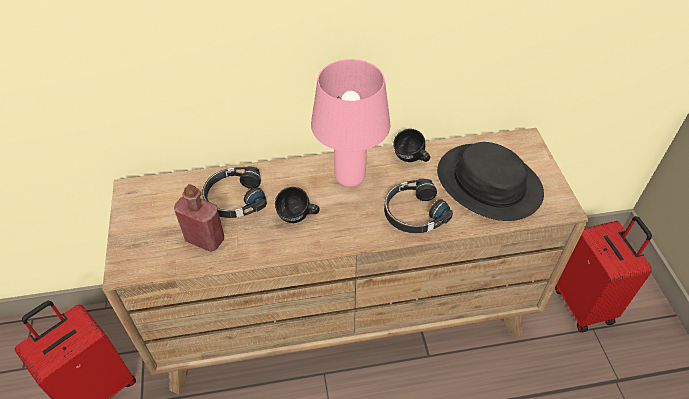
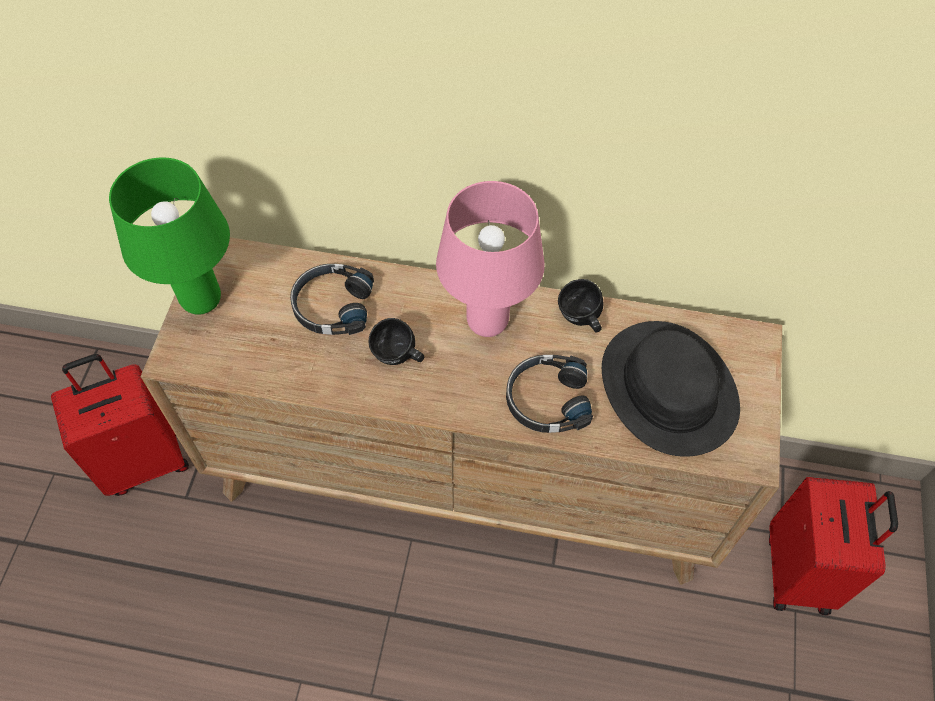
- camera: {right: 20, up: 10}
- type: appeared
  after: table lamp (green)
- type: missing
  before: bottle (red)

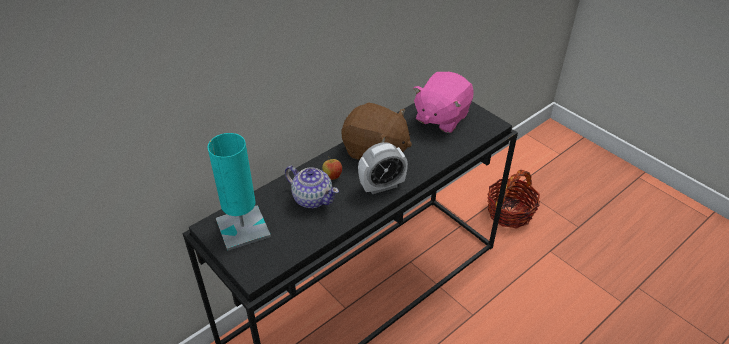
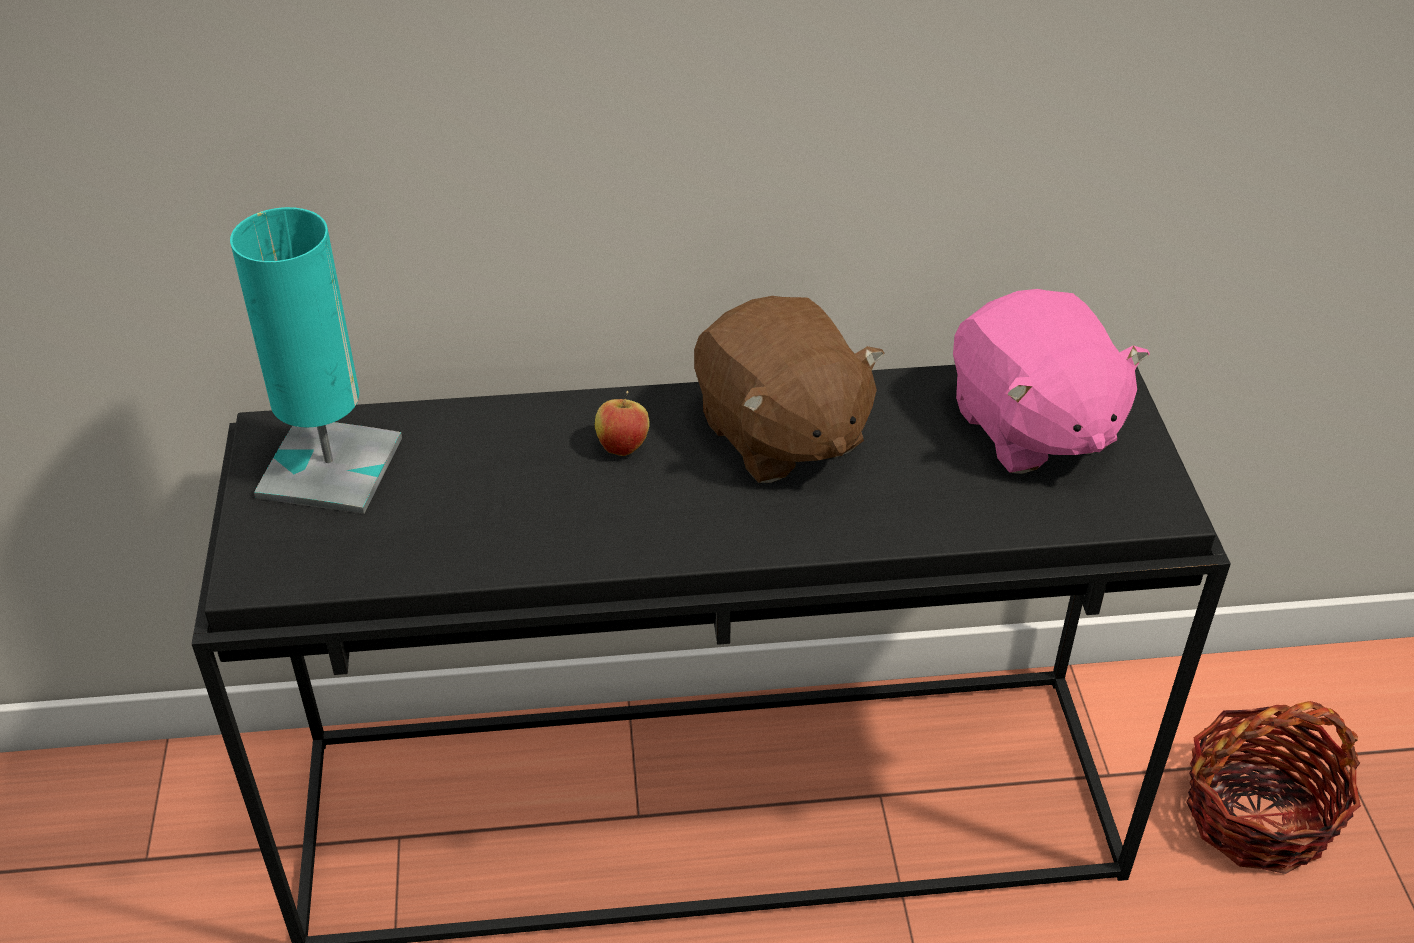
- camera: {right: 35, up: 0}
- type: spun
  before: plush toy (pink)
  turn: -90
- type: missing
  before: teapot
- type: missing
  before: alarm clock

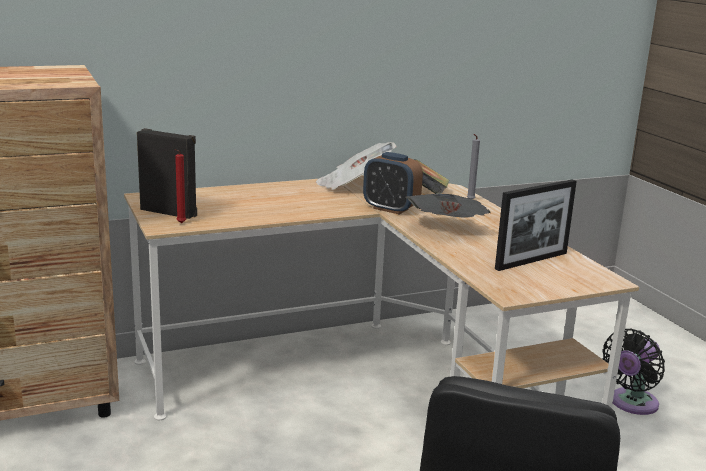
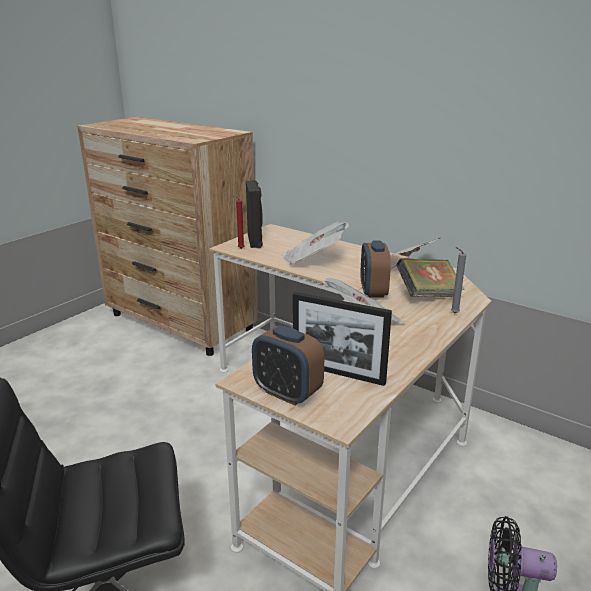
- camera: {right: 60, up: 5}
- type: appeared
  after: alarm clock (no. 1 from left)
- type: appeared
  after: newspaper (no. 1 from left)

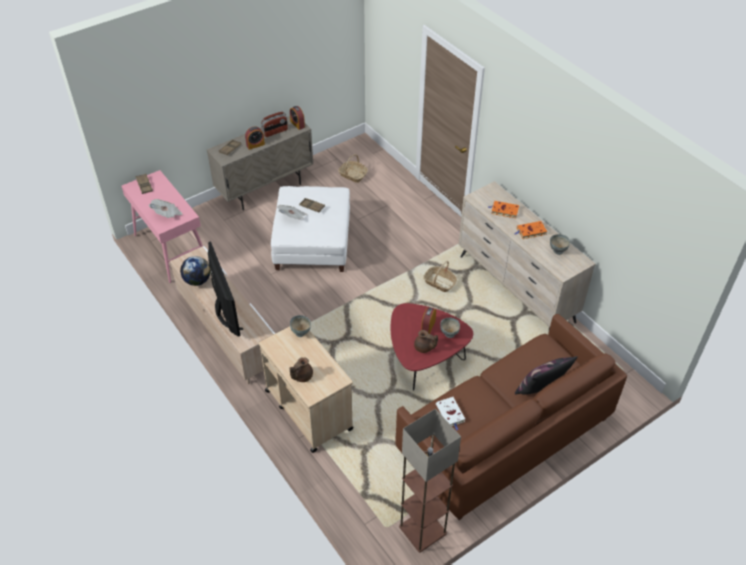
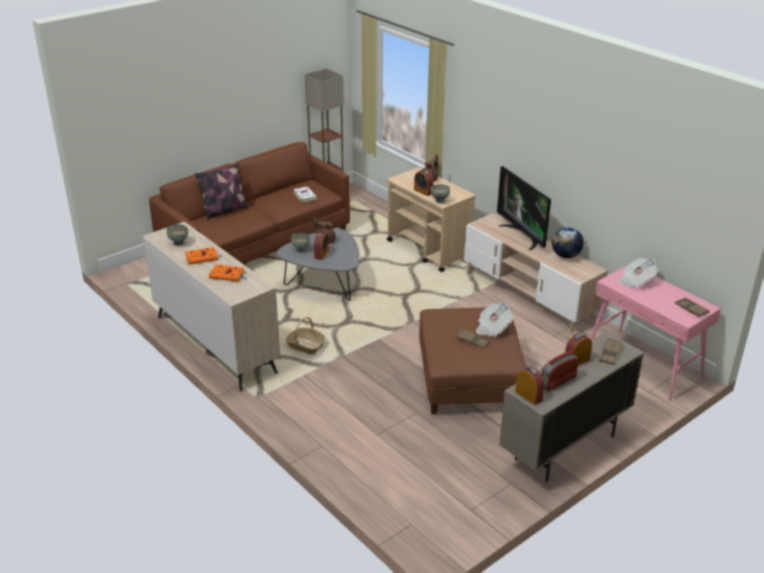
- camera: {right: 175, up: -15}
- type: colour
  before: coffee table (red)
  after: coffee table (grey)
- type: appeared
  after: alarm clock (no. 2 from left)
- type: colour
  before: ottoman (white)
  after: ottoman (brown)
- type: missing
  before: basket (no. 1 from left)

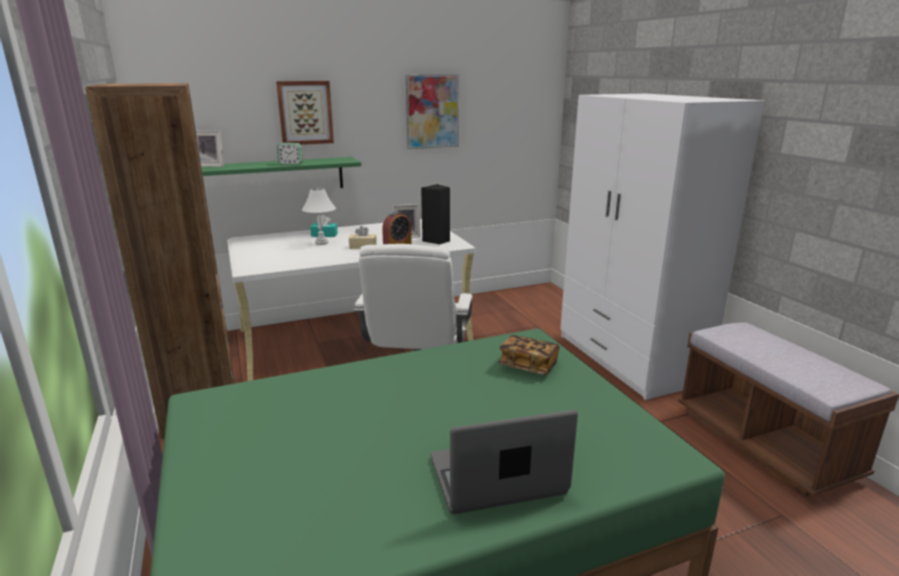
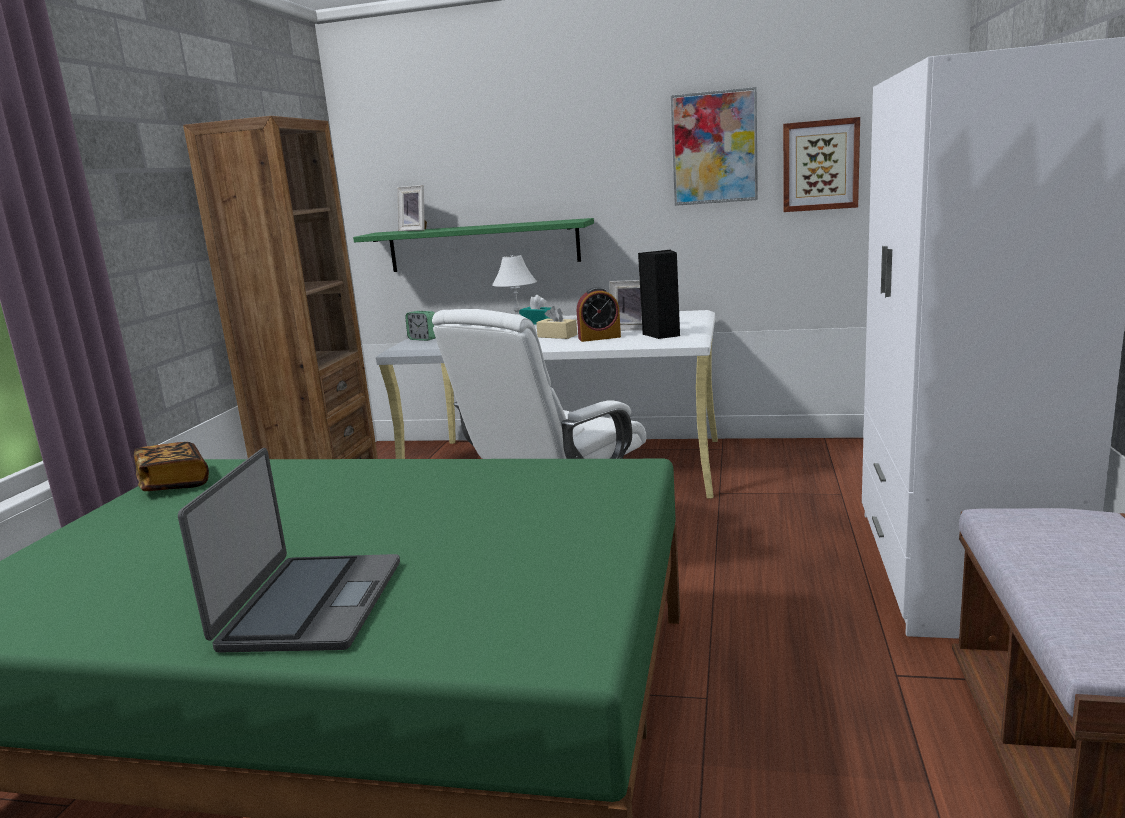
- camera: {right: 35, up: -5}
- type: relocated
  before: book
- type: spun
  before: laptop
  turn: 75
- type: relocated
  before: alarm clock (no. 1 from left)
- type: relocated
  before: picture (no. 1 from left in the first image)
  after: picture (no. 2 from left)

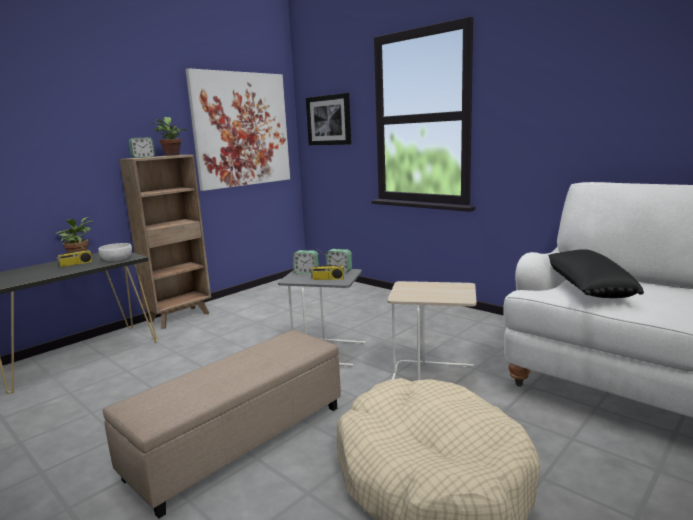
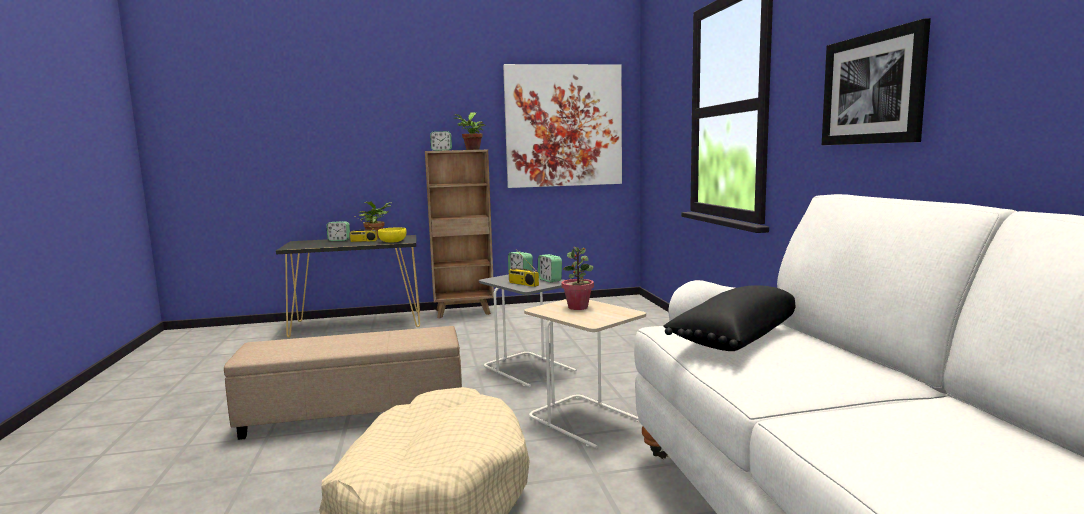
- camera: {right: 35, up: -5}
- type: appeared
  after: alarm clock (no. 1 from left)
- type: colour
  before: bowl (white)
  after: bowl (yellow)
- type: appeared
  after: potted plant (no. 3 from left)
- type: relocated
  before: picture (no. 2 from left)

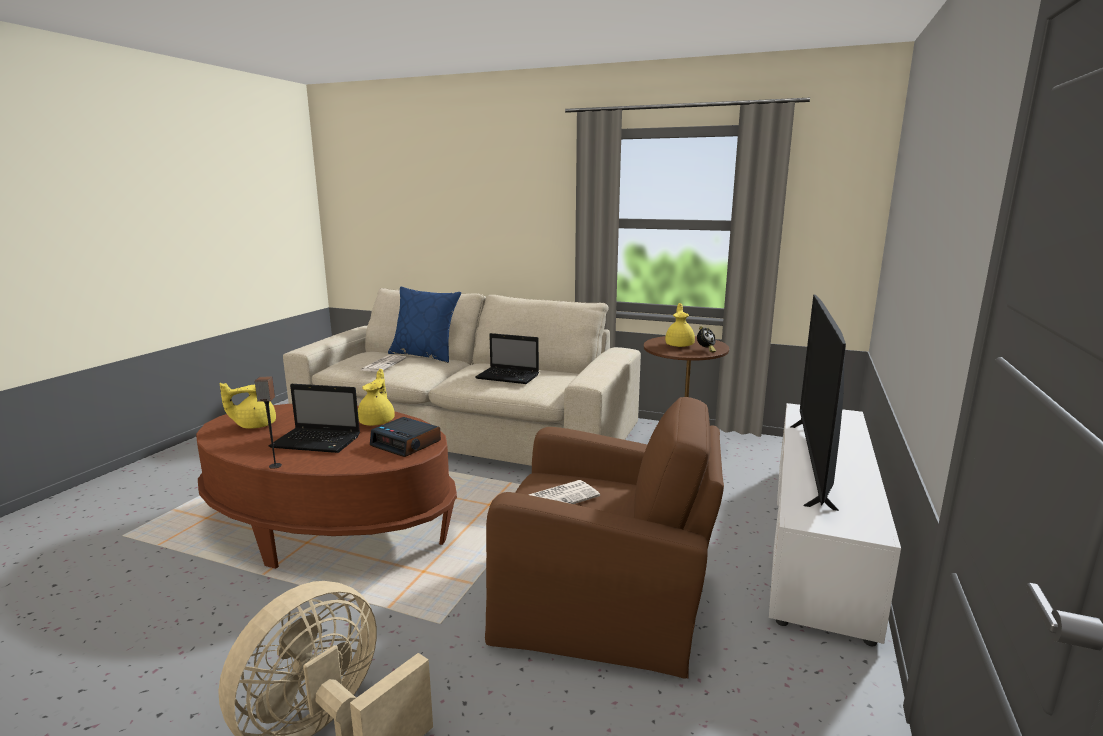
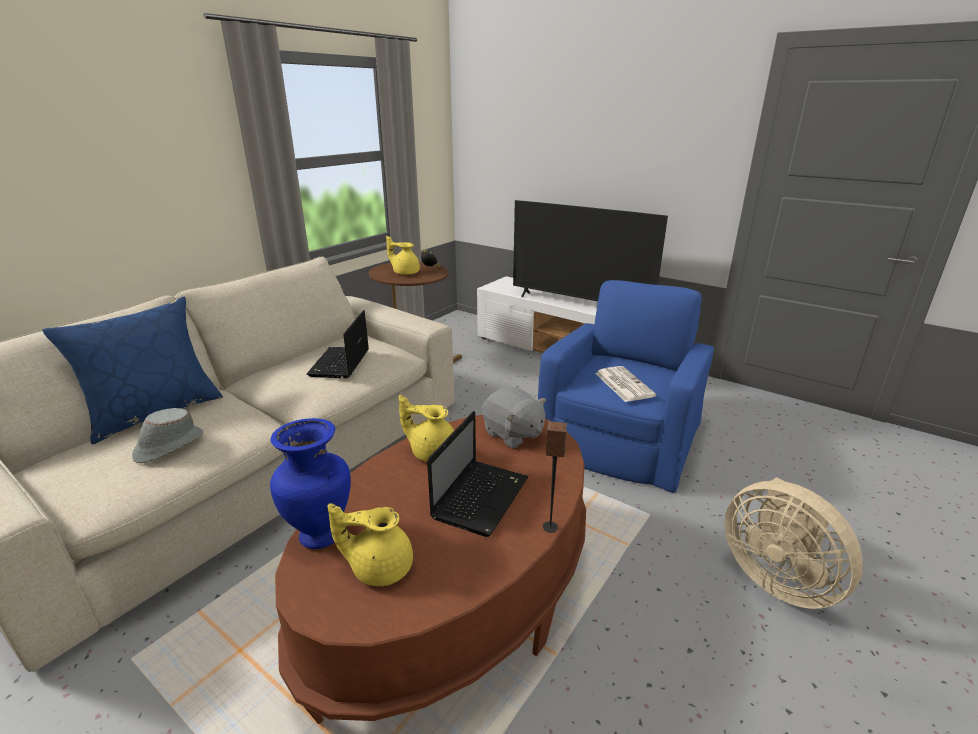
- camera: {right: -75, up: 10}
- type: exchanged
  before: newspaper (no. 1 from left)
  after: hat (grey)
- type: appeared
  after: vase (blue)
- type: spun
  before: laptop (no. 2 from left in the first image)
  turn: 150
- type: spun
  before: teapot (yellow) (no. 1 from left)
  turn: 105
- type: exchanged
  before: alarm clock (no. 1 from left)
  after: plush toy (grey)
- type: colour
  before: armchair (brown)
  after: armchair (blue)

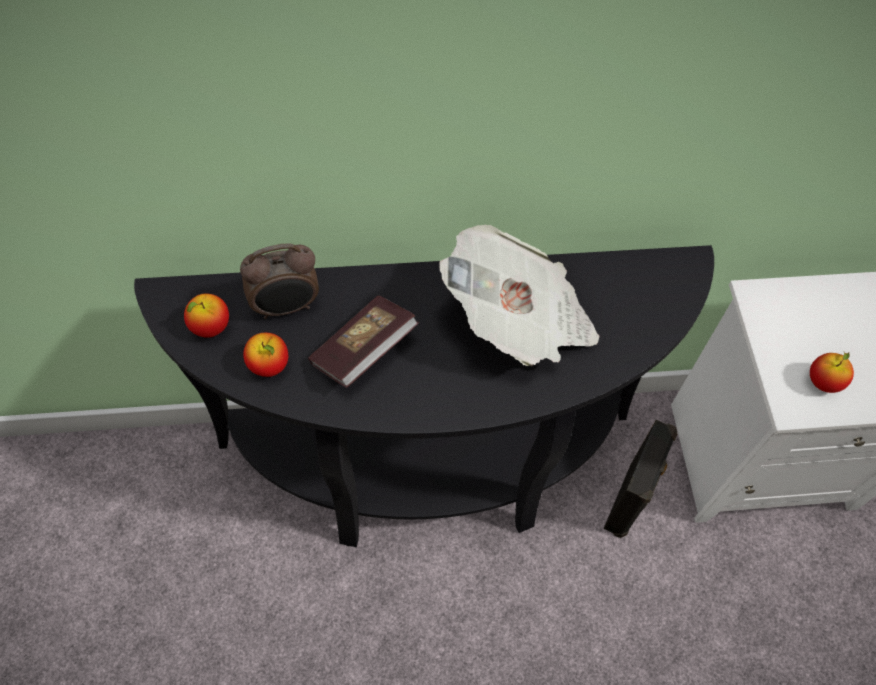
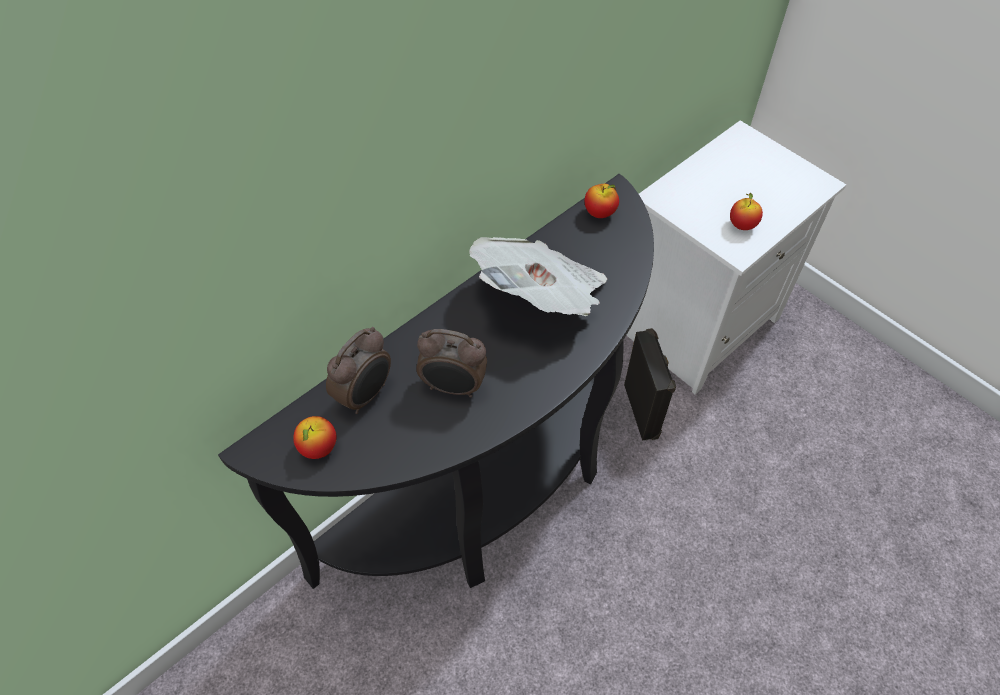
- camera: {right: -35, up: -5}
- type: exchanged
  before: book
  after: alarm clock (no. 2 from left)
- type: relocated
  before: apple (no. 2 from left)

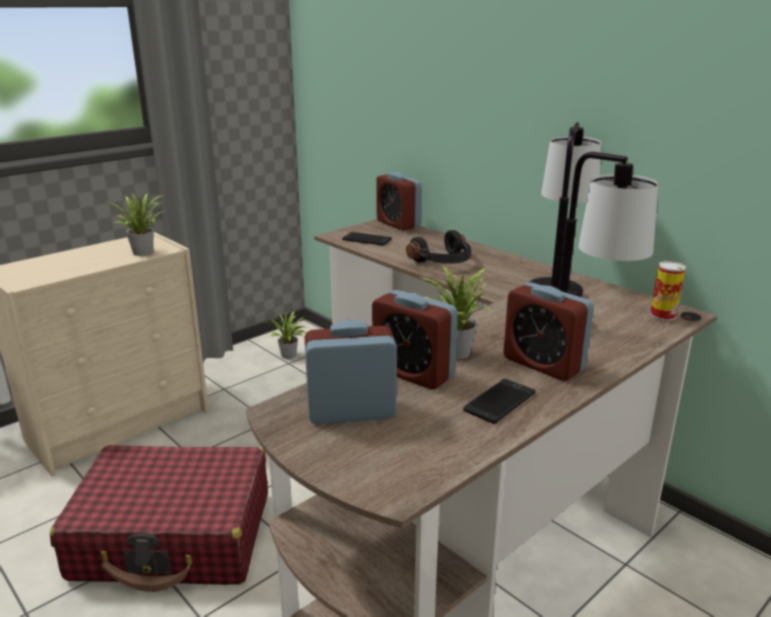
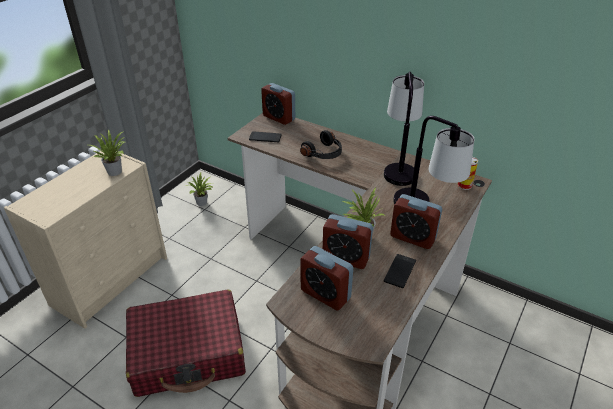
- camera: {right: -15, up: 15}
- type: spun
  before: alarm clock (no. 1 from left in the first image)
  turn: -120

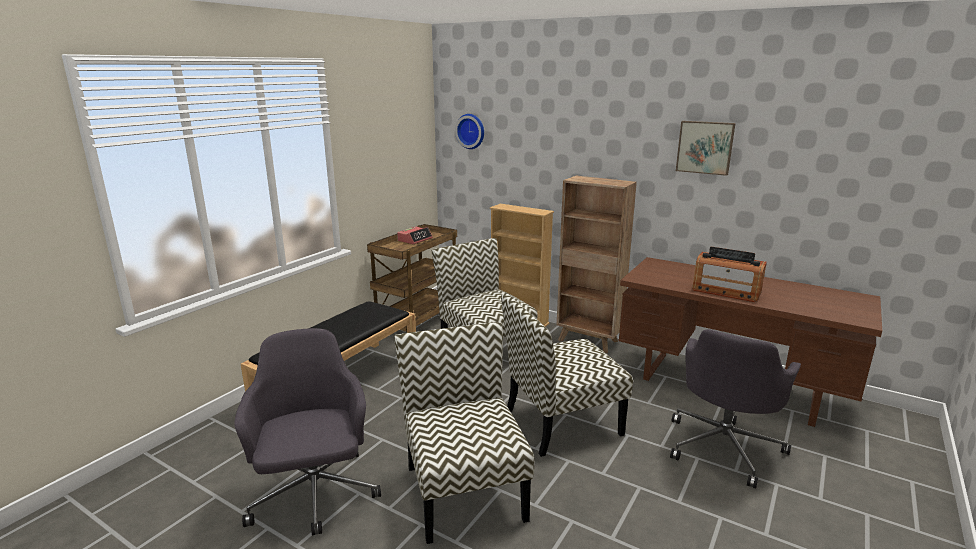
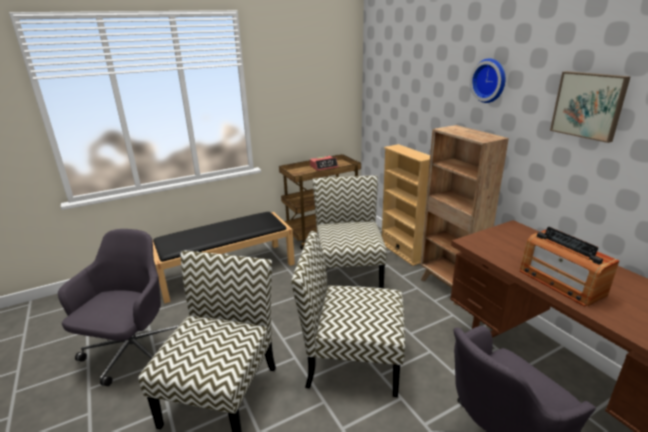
- camera: {right: 30, up: 5}
- type: relocated
  before: wall clock

